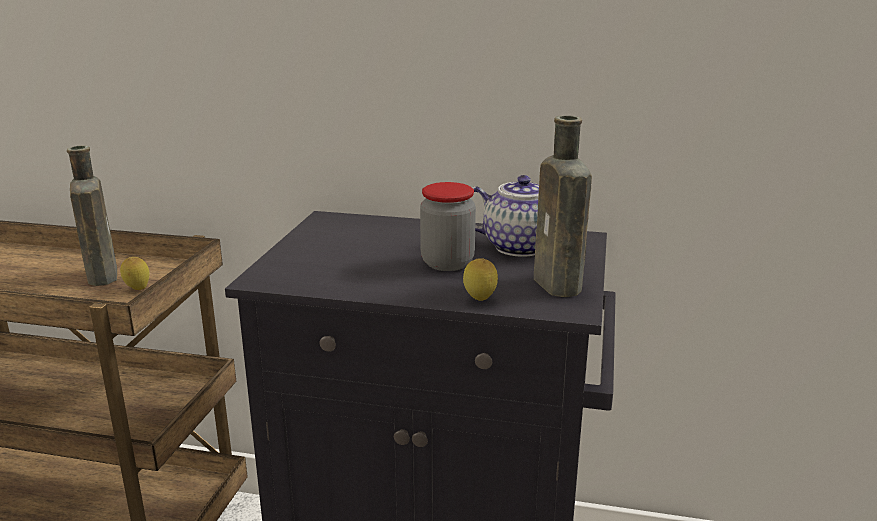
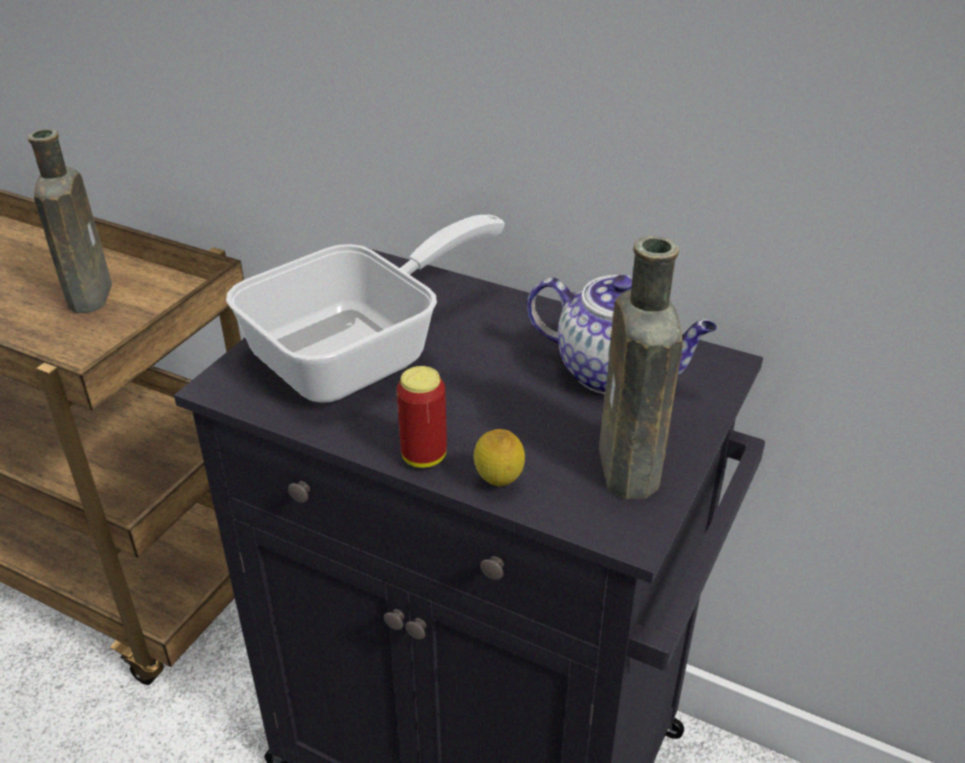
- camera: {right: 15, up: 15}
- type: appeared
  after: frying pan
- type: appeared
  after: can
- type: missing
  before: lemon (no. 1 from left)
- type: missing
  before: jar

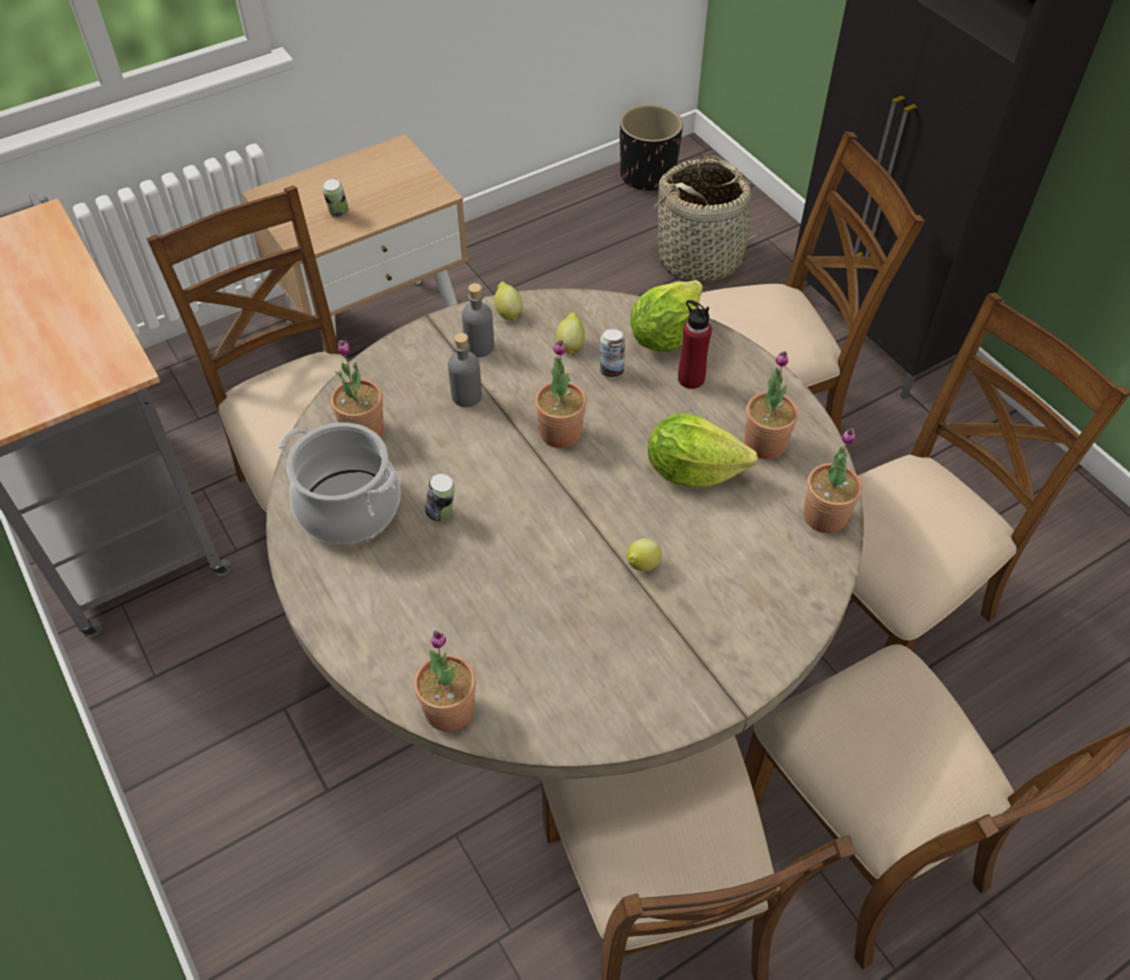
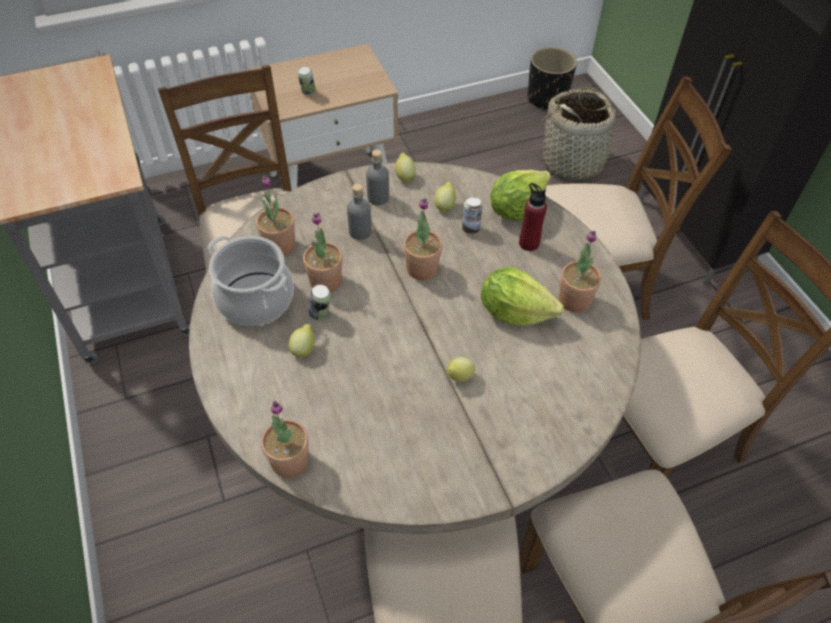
- camera: {right: 10, up: 0}
- type: appeared
  after: lemon (no. 1 from left)
- type: relocated
  before: potted plant (no. 5 from left in the first image)
  after: potted plant (no. 3 from left)

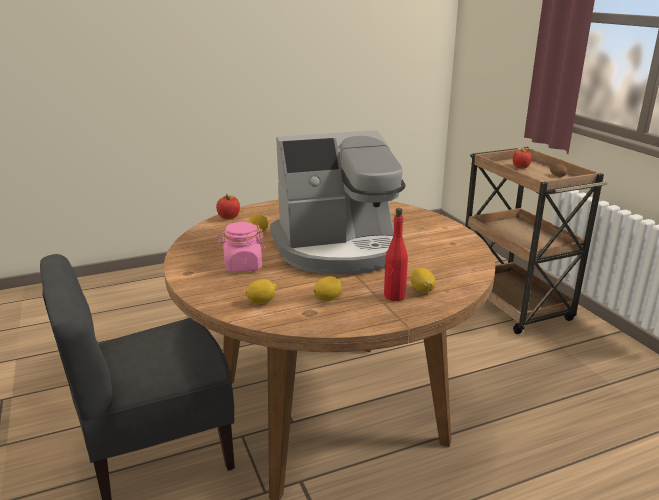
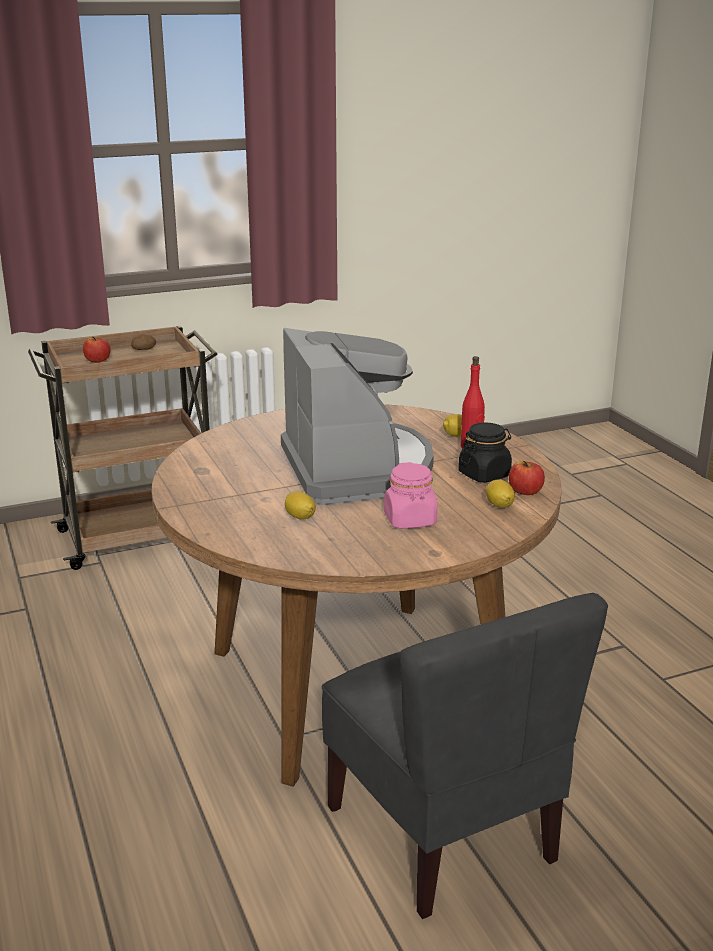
- camera: {right: -90, up: 0}
- type: exchanged
  before: lemon (no. 3 from left)
  after: jar (black)
- type: relocated
  before: apple (no. 1 from left in the first image)
  after: apple (no. 2 from left)

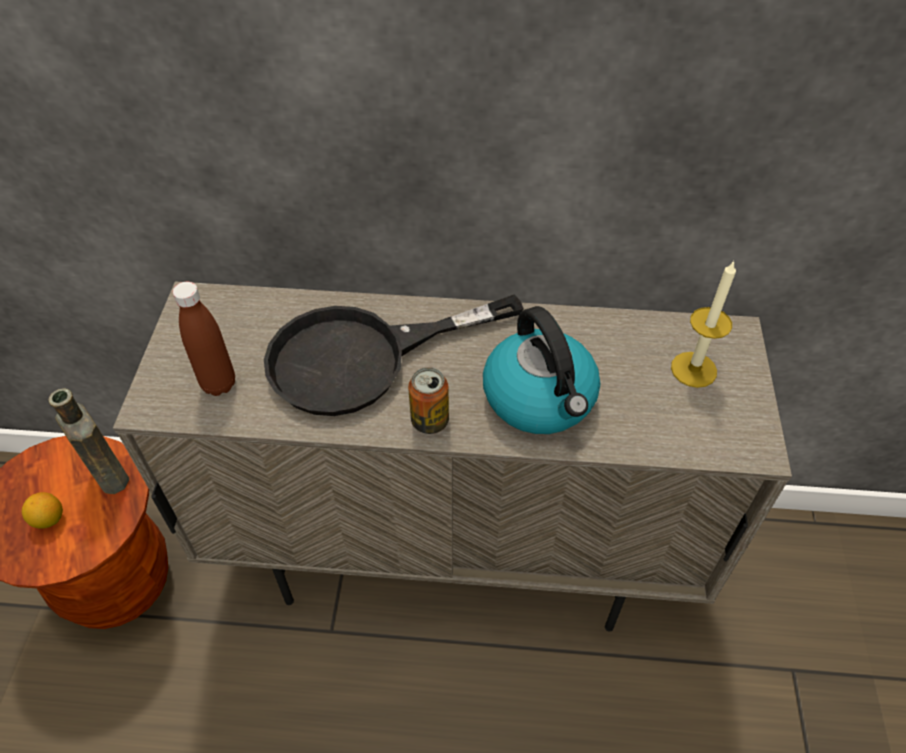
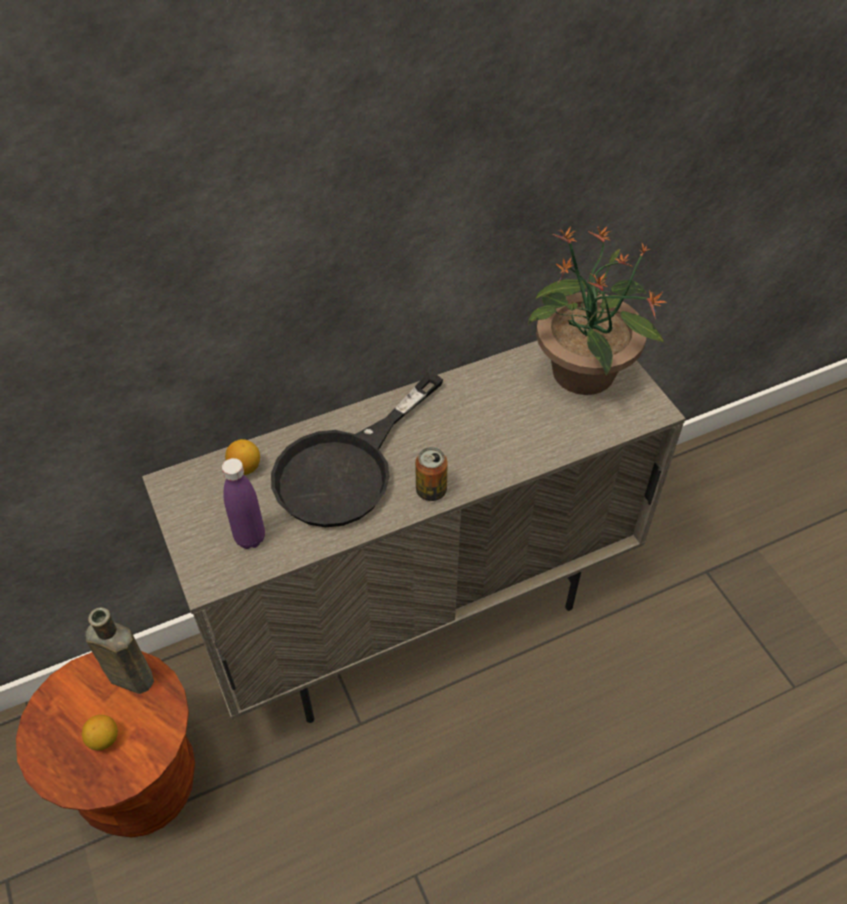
- camera: {right: -30, up: 0}
- type: colour
  before: bottle (brown) (no. 2 from left)
  after: bottle (purple)
- type: appeared
  after: lemon (no. 2 from left)
- type: exchanged
  before: candle
  after: potted plant
- type: missing
  before: kettle

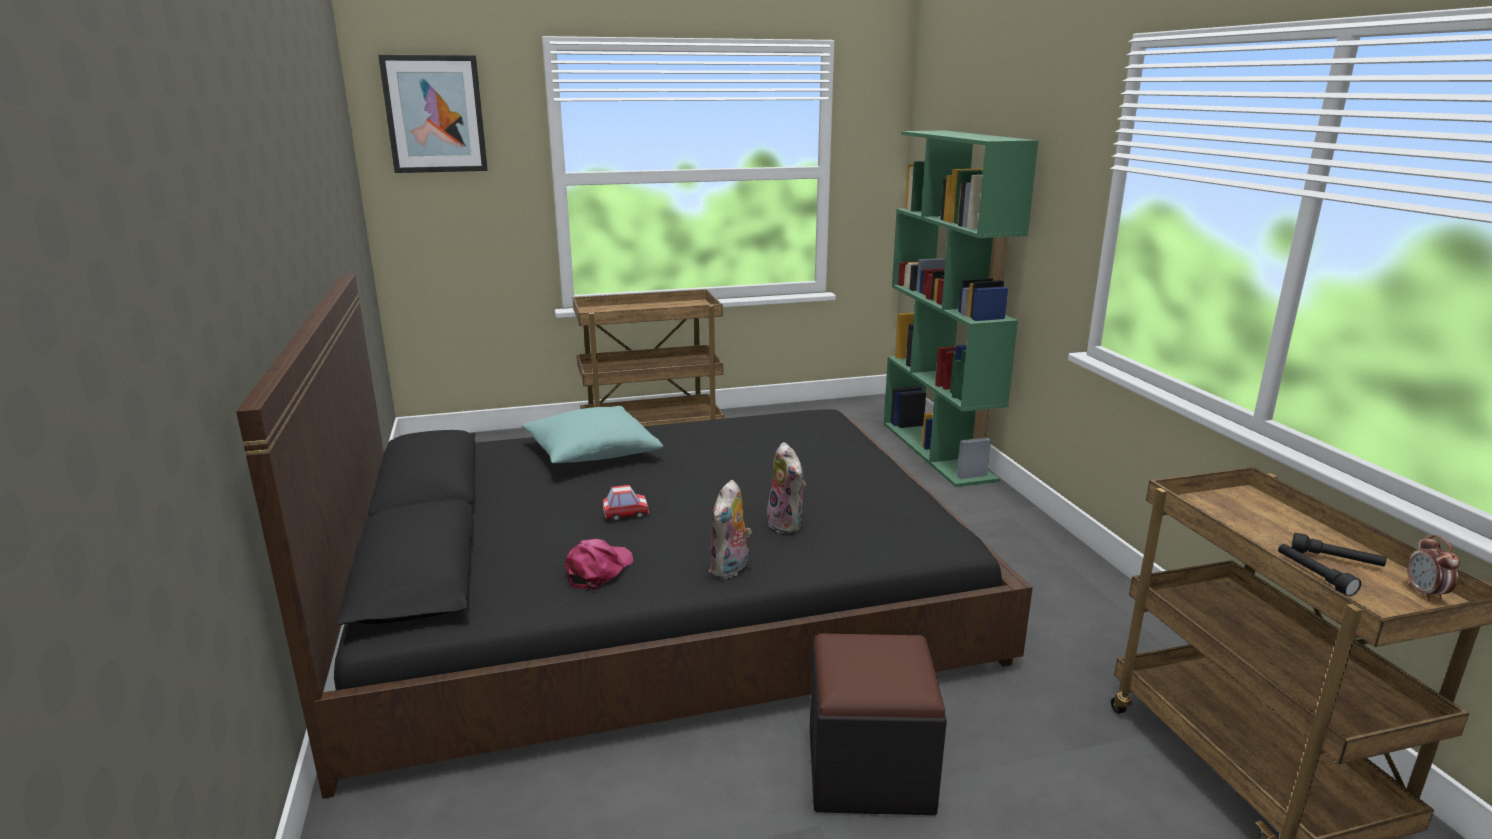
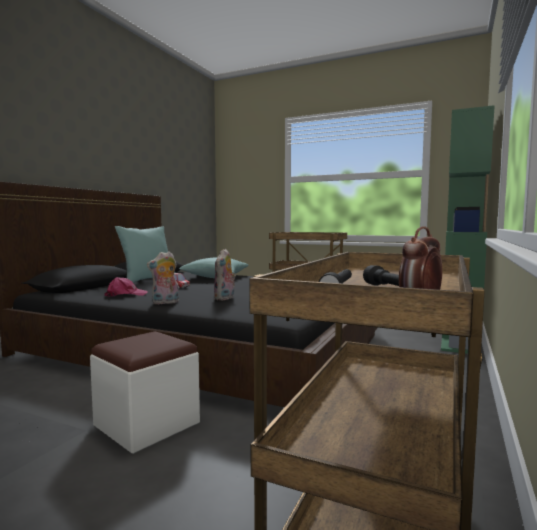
- camera: {right: 40, up: -15}
- type: colour
  before: ottoman (black)
  after: ottoman (white)
- type: appeared
  after: pillow (turquoise) (no. 1 from left)
- type: missing
  before: picture

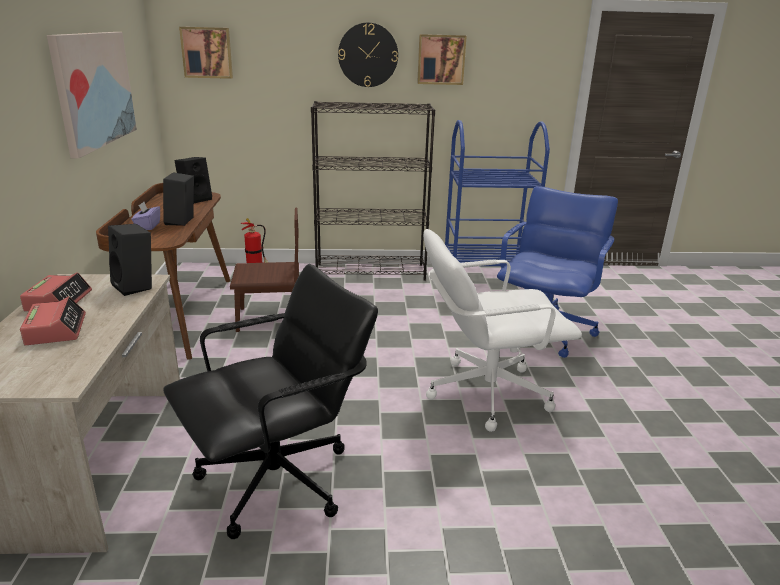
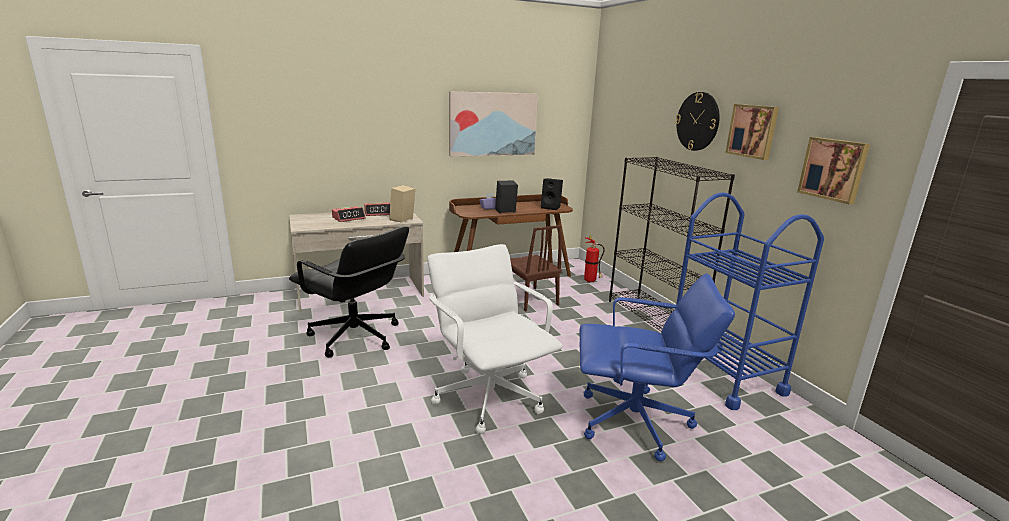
- camera: {right: 70, up: -5}
- type: colour
  before: speaker (black) (no. 1 from left)
  after: speaker (beige)
- type: relocated
  before: picture (no. 2 from left in the first image)
  after: picture (no. 3 from left)

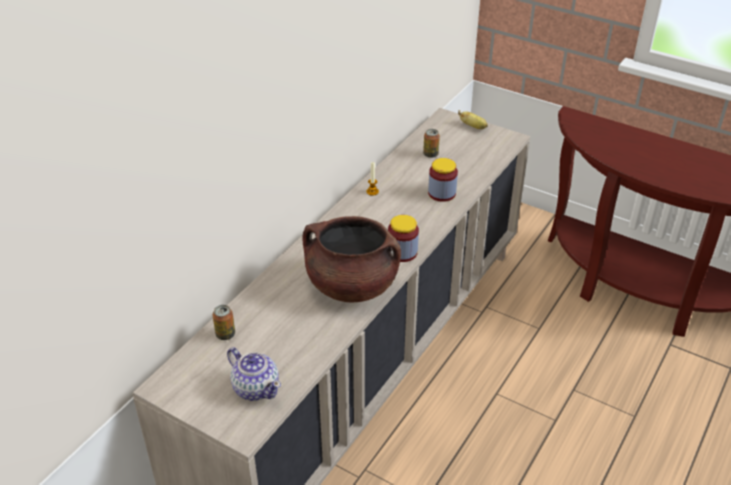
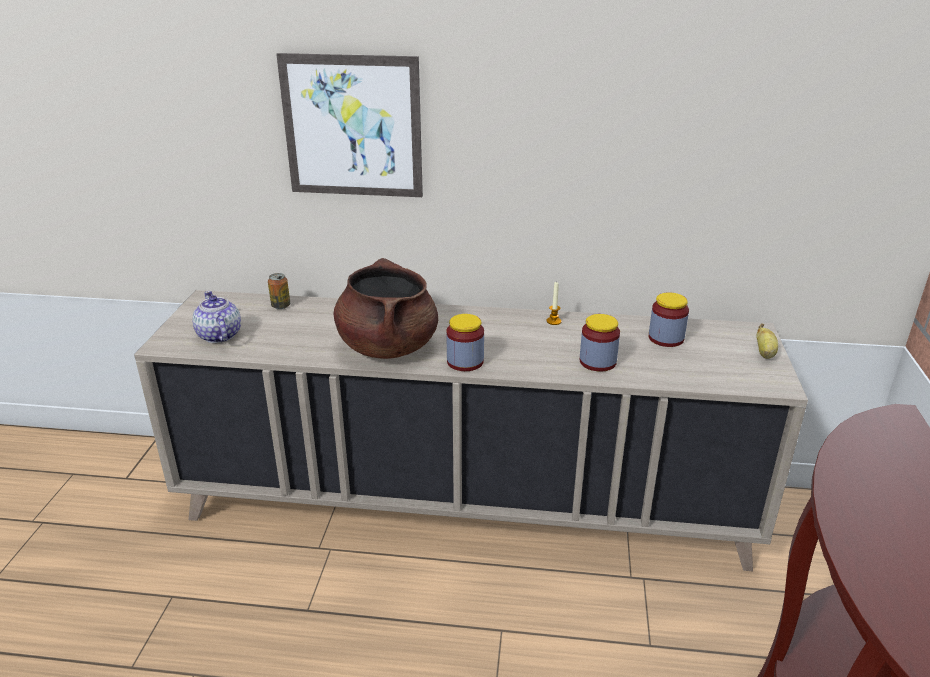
- camera: {right: 65, up: -10}
- type: spun
  before: teapot
  turn: 135
- type: appeared
  after: picture
- type: exchanged
  before: can (no. 2 from left)
  after: jar (no. 3 from left)

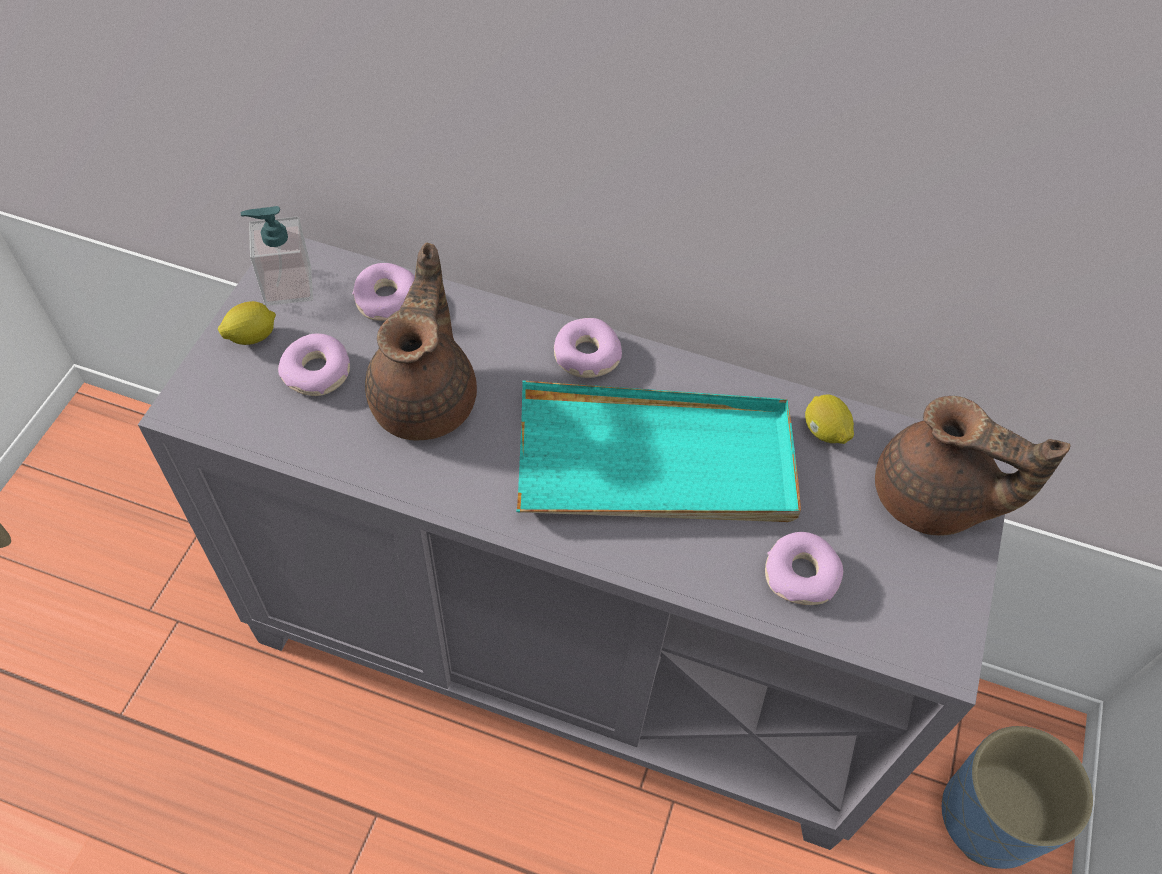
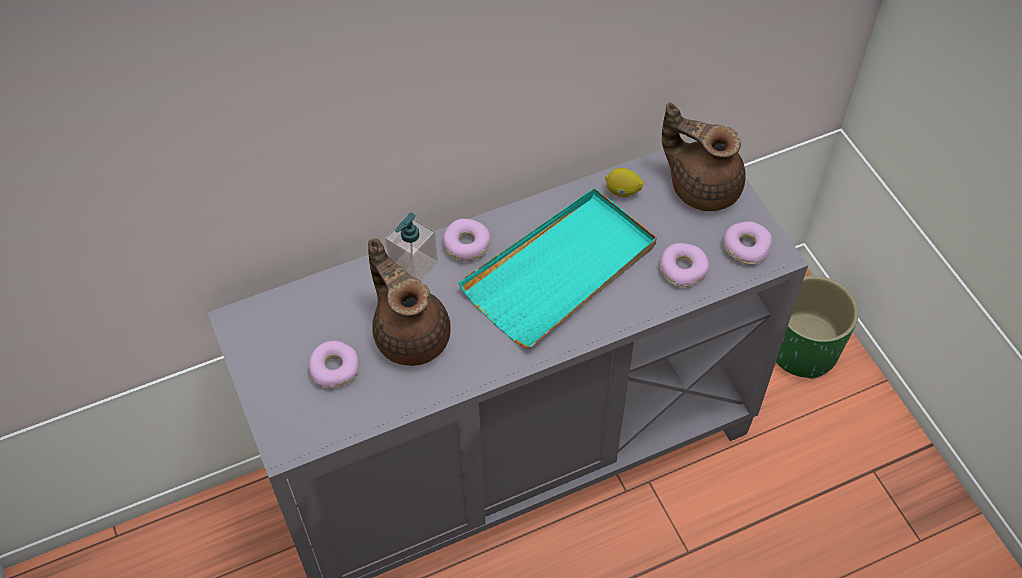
- camera: {right: -40, up: 0}
- type: relocated
  before: soap dispenser
- type: spun
  before: teapot (brown) (no. 2 from left)
  turn: -135
- type: relocated
  before: donut (no. 2 from left in the first image)
  after: donut (no. 4 from left)
- type: colour
  before: planter (blue)
  after: planter (green)
- type: missing
  before: lemon (no. 1 from left)

